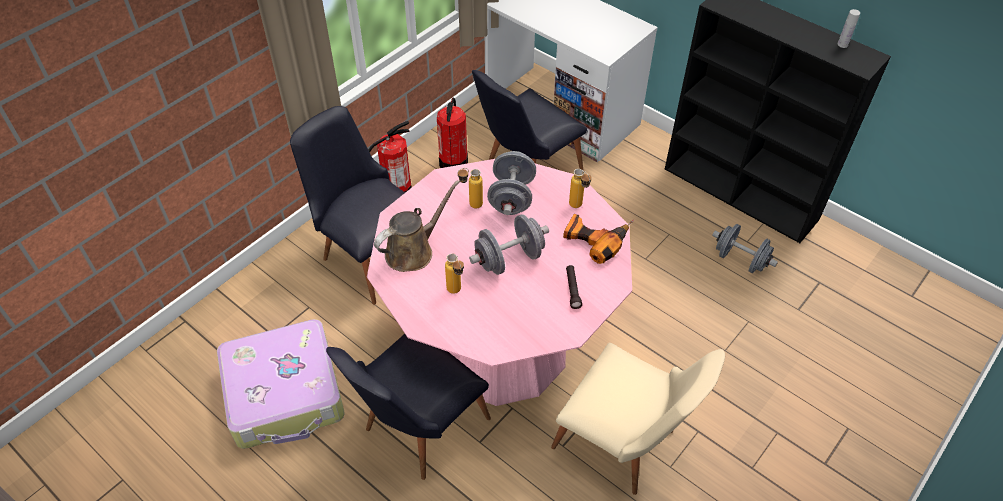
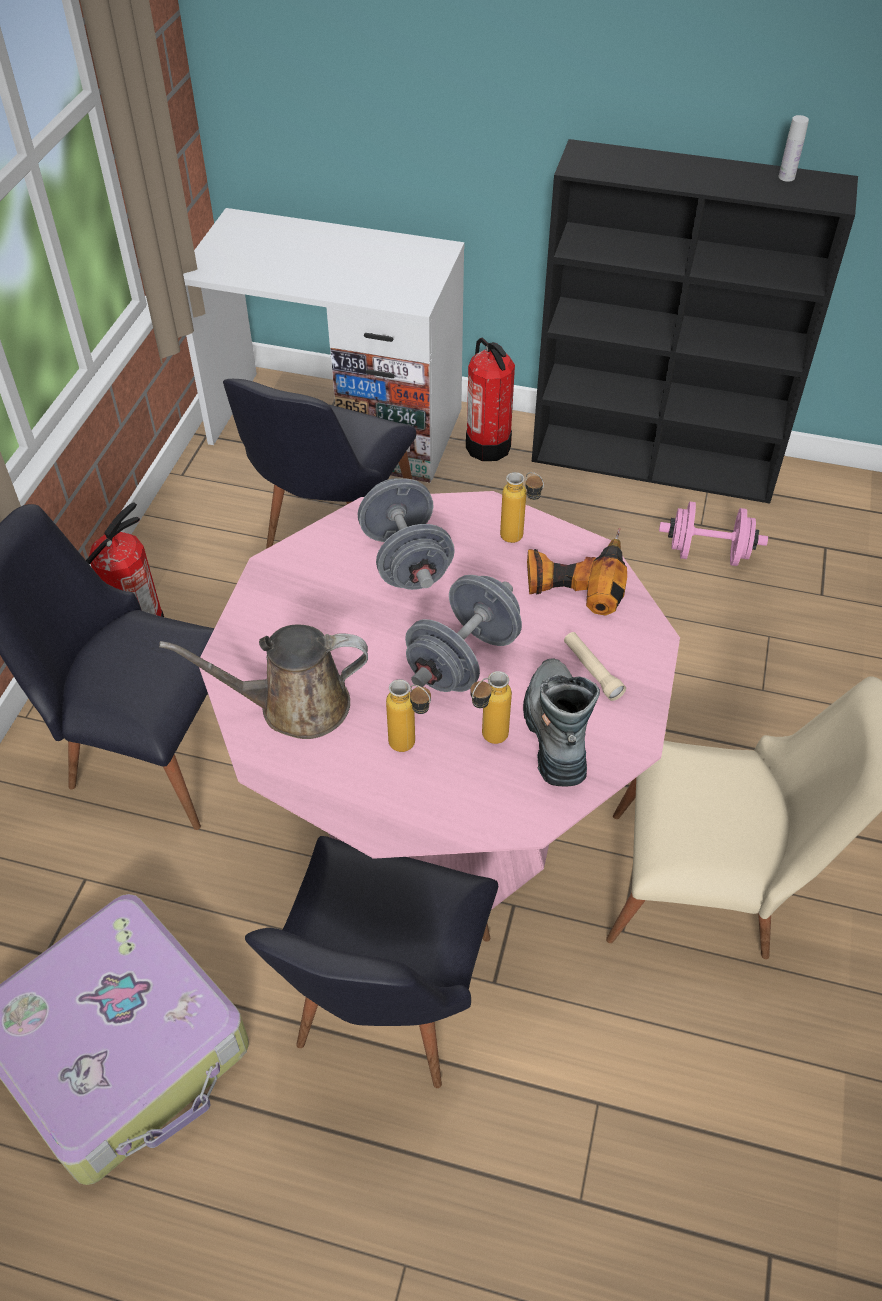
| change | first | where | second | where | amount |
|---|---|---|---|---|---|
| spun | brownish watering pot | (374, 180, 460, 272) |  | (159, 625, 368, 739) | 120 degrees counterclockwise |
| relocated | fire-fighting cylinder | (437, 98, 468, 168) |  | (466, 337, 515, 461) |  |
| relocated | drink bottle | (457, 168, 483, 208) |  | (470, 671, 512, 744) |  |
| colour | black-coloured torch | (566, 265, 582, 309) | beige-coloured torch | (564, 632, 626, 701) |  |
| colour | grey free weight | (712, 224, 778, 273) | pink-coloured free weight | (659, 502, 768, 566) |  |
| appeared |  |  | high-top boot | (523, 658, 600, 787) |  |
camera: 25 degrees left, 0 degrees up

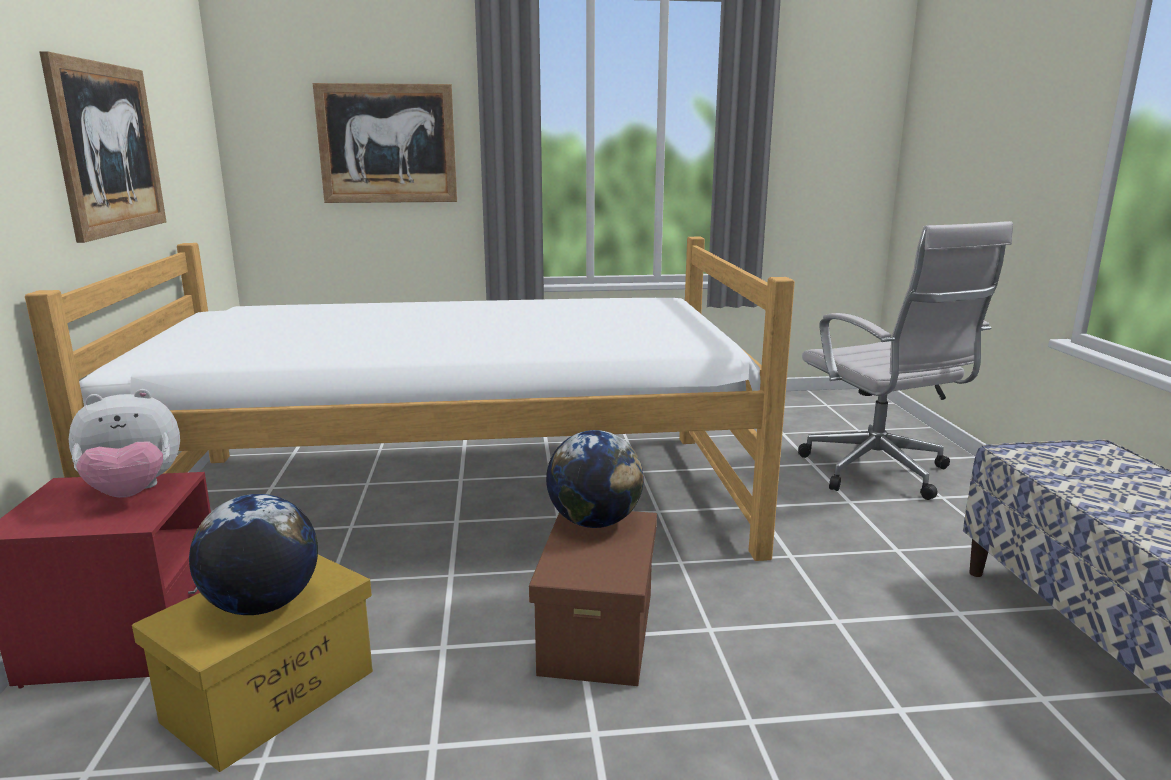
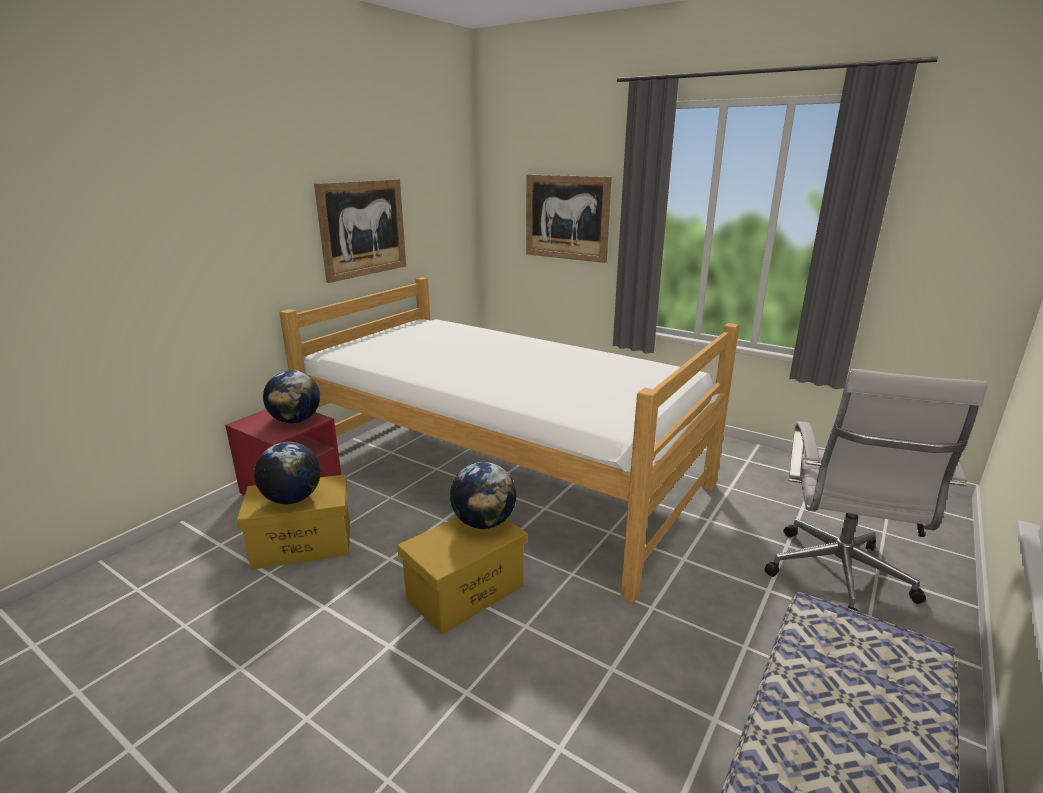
| change | first | where | second | where | amount |
|---|---|---|---|---|---|
| exchanged | plush toy | (69, 389, 180, 498) | world globe | (263, 370, 320, 423) |  |
| colour | brownish storage container | (529, 511, 657, 686) | yellow-coloured storage container | (397, 517, 528, 635) |  |
camera: 40 degrees right, 5 degrees up

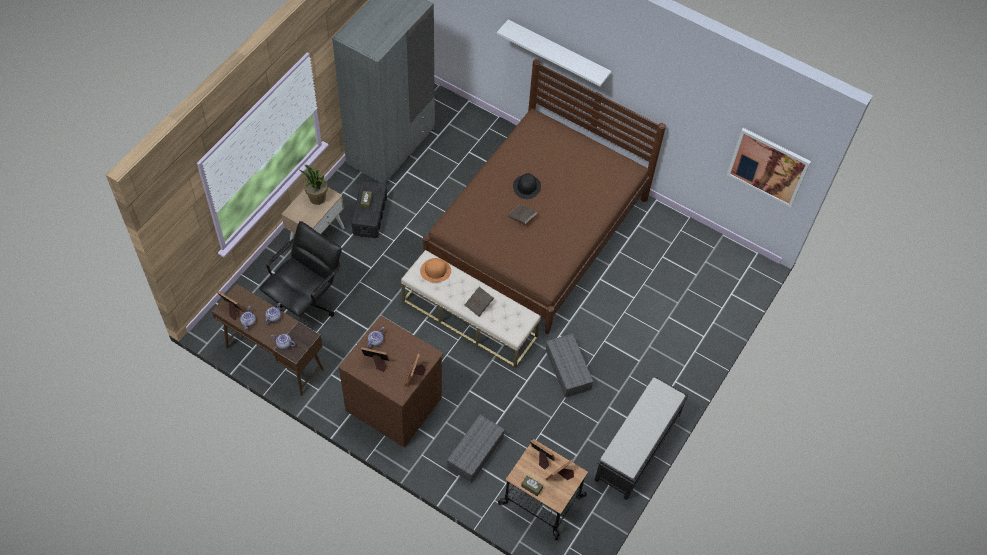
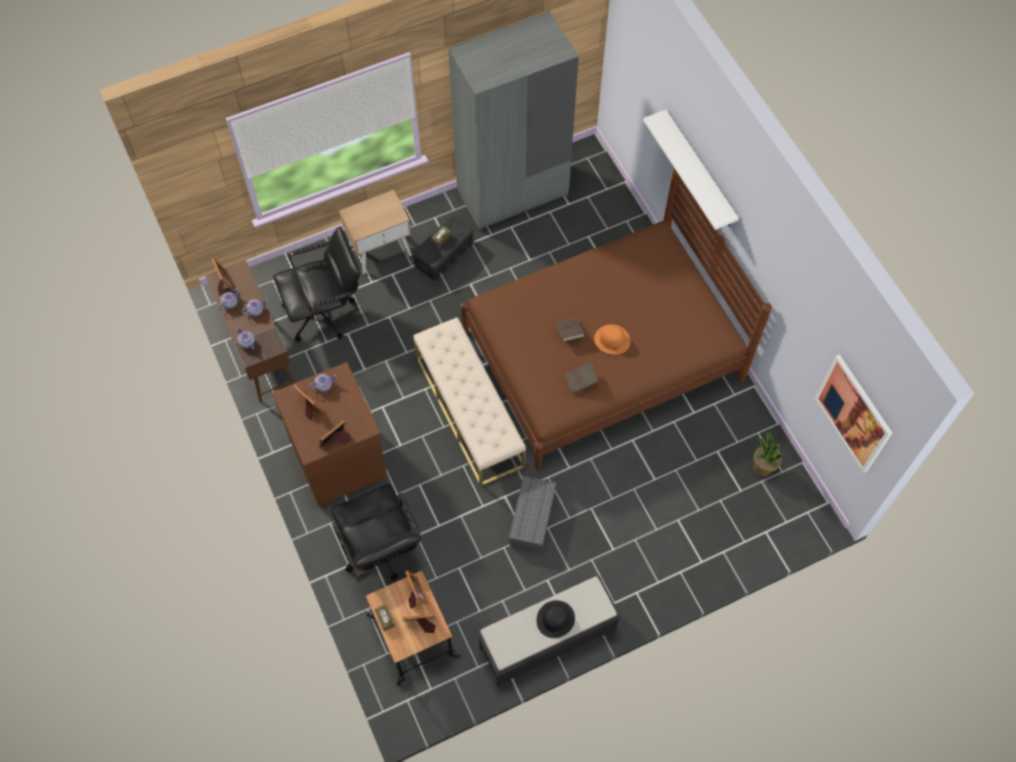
| change | first | where | second | where | amount |
|---|---|---|---|---|---|
| relocated | plant in a pot | (300, 165, 328, 205) |  | (753, 432, 784, 476) |  |
| relocated | orange-coloured wearable hat | (420, 258, 451, 282) |  | (594, 324, 630, 355) |  |
| exchanged | grey storage container | (447, 415, 505, 483) | black-coloured desk chair | (331, 484, 421, 580) |  |
| relocated | brownish volume | (465, 287, 494, 317) |  | (565, 362, 598, 394) |  |
| relocated | black-coloured wearable hat | (513, 173, 541, 199) |  | (536, 600, 575, 638) |  |
camera: 35 degrees right, 5 degrees up

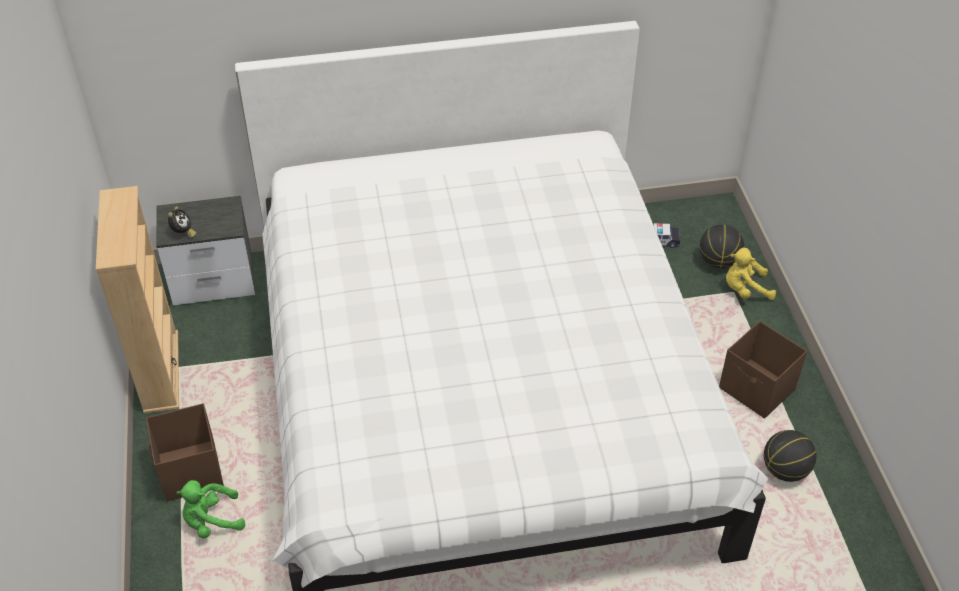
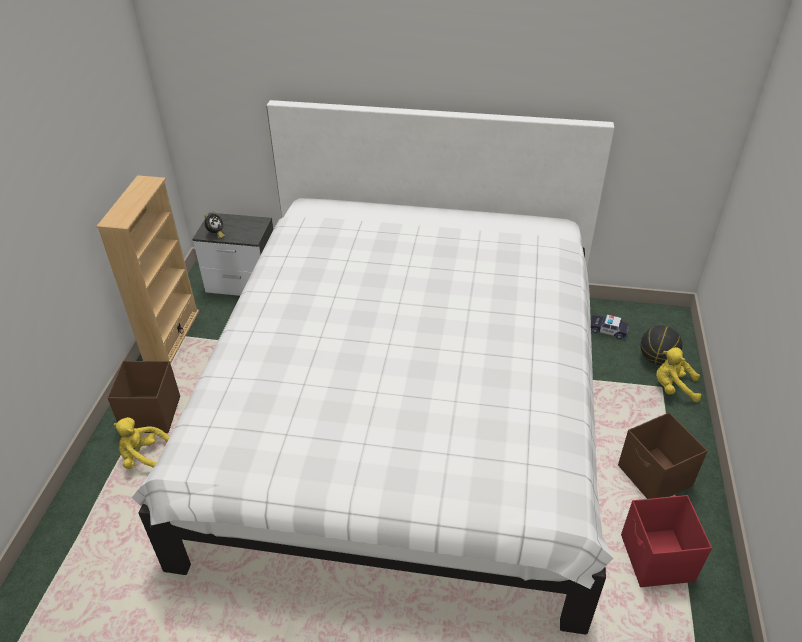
| change | first | where | second | where | amount |
|---|---|---|---|---|---|
| colour | green-coloured plush toy | (176, 480, 245, 539) | yellow-coloured plush toy | (114, 417, 170, 469) |  |
| exchanged | basketball ball | (764, 430, 816, 482) | red storage container | (621, 495, 712, 587) |  |
camera: 20 degrees right, 5 degrees down

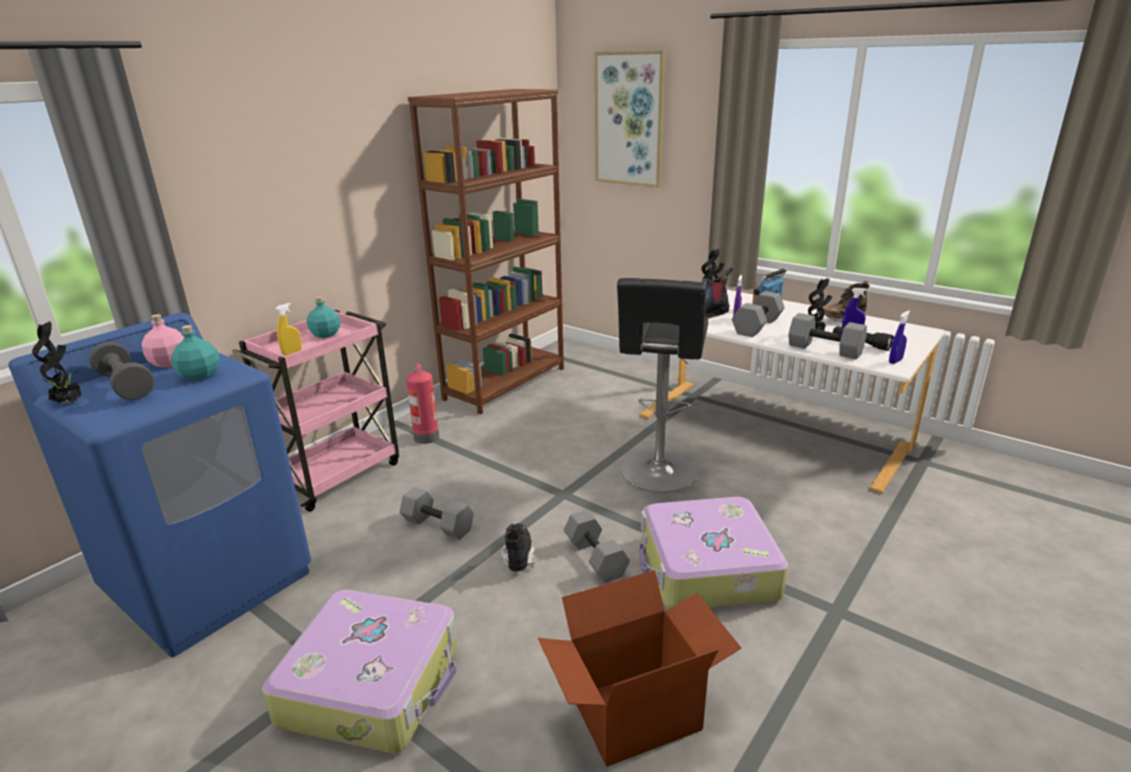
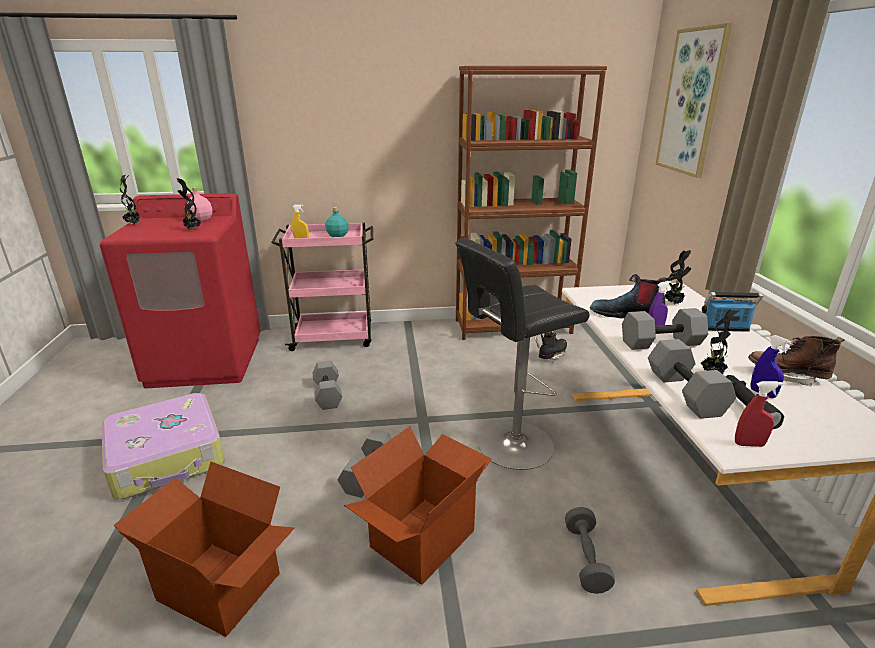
| change | first | where | second | where | amount |
|---|---|---|---|---|---|
| colour | bluish laundry appliance | (8, 313, 311, 657) | red laundry appliance | (100, 193, 261, 388) |  |
| relocated | grey free weight | (89, 341, 154, 400) |  | (565, 507, 615, 594) |  |
| exchanged | turquoise drink bottle | (171, 325, 219, 381) | plant in a pot | (177, 178, 200, 229) |  |
| missing | fire-fighting cylinder | (406, 363, 439, 444) |  |  |  |
| relocated | black-coloured high-top boot | (502, 523, 534, 571) |  | (539, 331, 567, 362) |  |
| exchanged | piece of luggage | (639, 497, 788, 609) | packing box | (344, 426, 492, 585) |  |
| colour | bluish hand sprayer | (889, 311, 910, 364) | red hand sprayer | (735, 381, 783, 447) |  |
camera: 45 degrees right, 0 degrees up

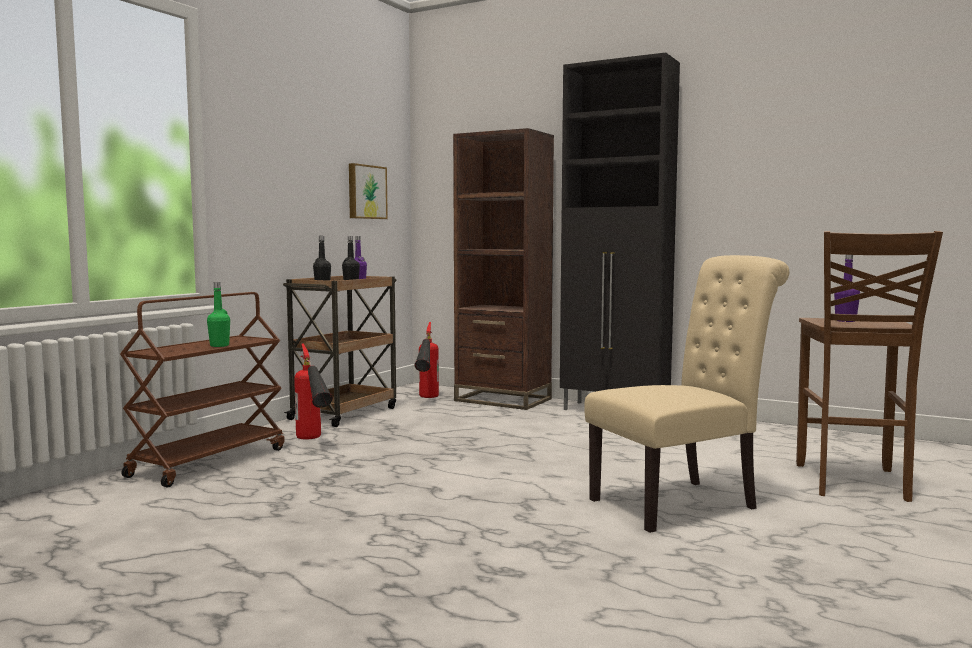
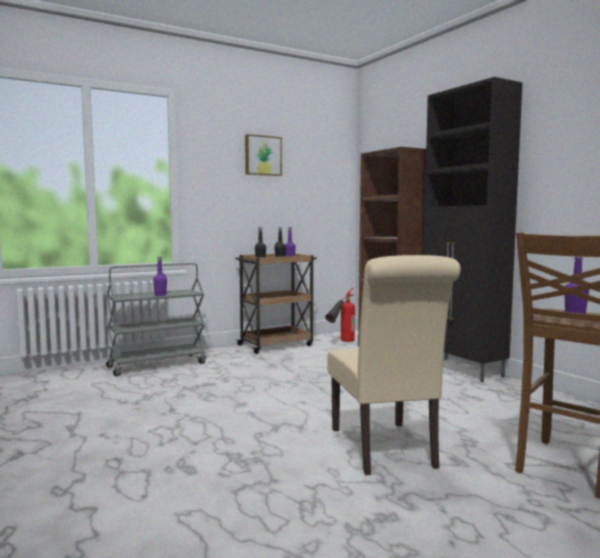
| change | first | where | second | where | amount |
|---|---|---|---|---|---|
| colour | brownish cart | (120, 292, 284, 487) | grey cart | (106, 263, 206, 376) |  |
| colour | green-coloured drink bottle | (207, 282, 230, 347) | purplish drink bottle | (153, 257, 167, 296) |  |
| missing | fire-fighting cylinder | (294, 344, 333, 439) |  |  |  |
| relocated | picture | (349, 163, 388, 219) |  | (245, 134, 282, 176) |  |
| spun | beige-coloured upright chair | (584, 255, 789, 533) |  | (327, 255, 461, 475) | 75 degrees clockwise |
camera: 30 degrees right, 0 degrees up

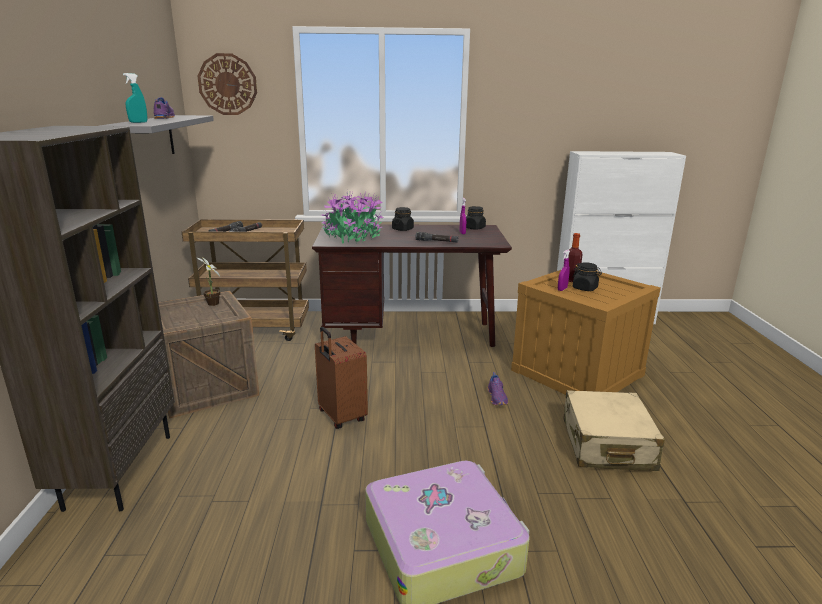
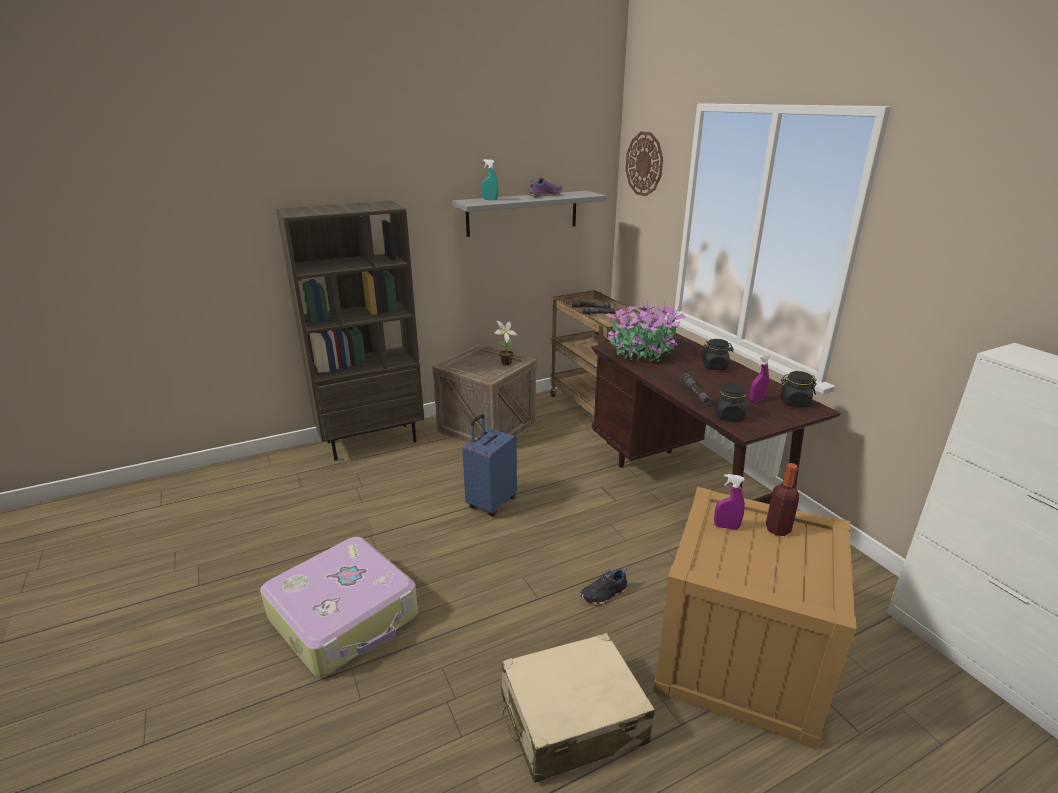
| change | first | where | second | where | amount |
|---|---|---|---|---|---|
| colour | brownish piece of luggage | (315, 327, 368, 429) | bluish piece of luggage | (462, 414, 517, 517) |  |
| colour | purplish item of footwear | (487, 372, 508, 405) | black-coloured item of footwear | (580, 567, 628, 605) |  |
| relocated | black-coloured preserve jar | (572, 262, 602, 291) |  | (715, 383, 746, 421) |  |
camera: 65 degrees right, 5 degrees up

